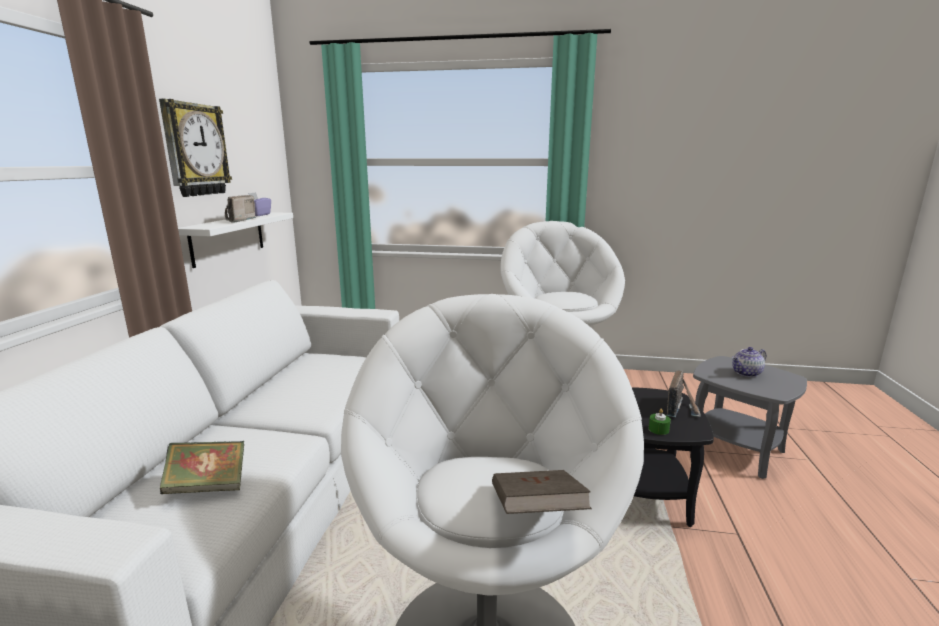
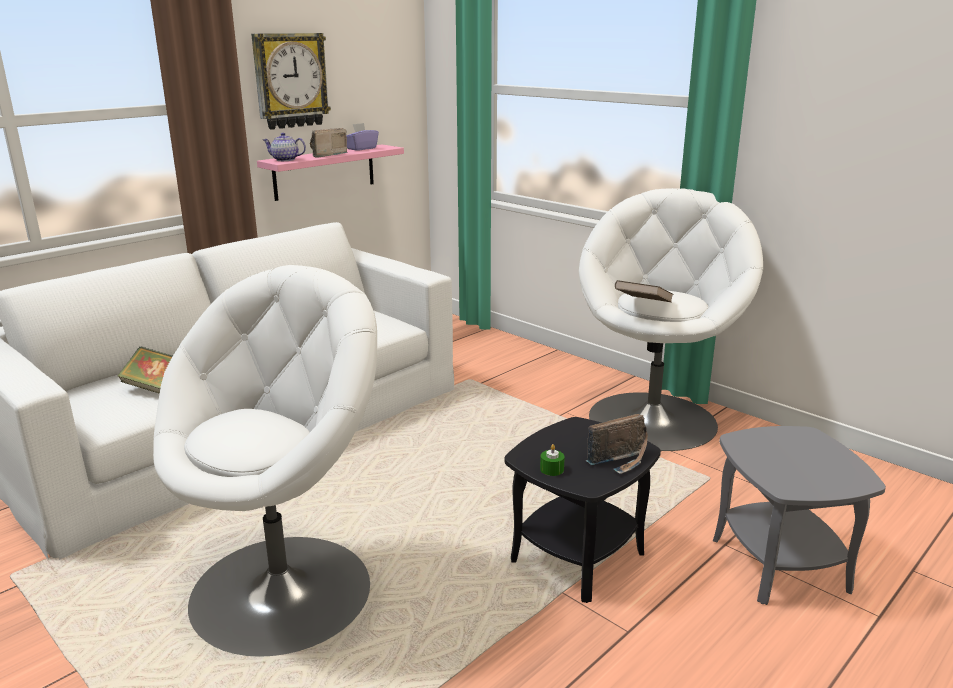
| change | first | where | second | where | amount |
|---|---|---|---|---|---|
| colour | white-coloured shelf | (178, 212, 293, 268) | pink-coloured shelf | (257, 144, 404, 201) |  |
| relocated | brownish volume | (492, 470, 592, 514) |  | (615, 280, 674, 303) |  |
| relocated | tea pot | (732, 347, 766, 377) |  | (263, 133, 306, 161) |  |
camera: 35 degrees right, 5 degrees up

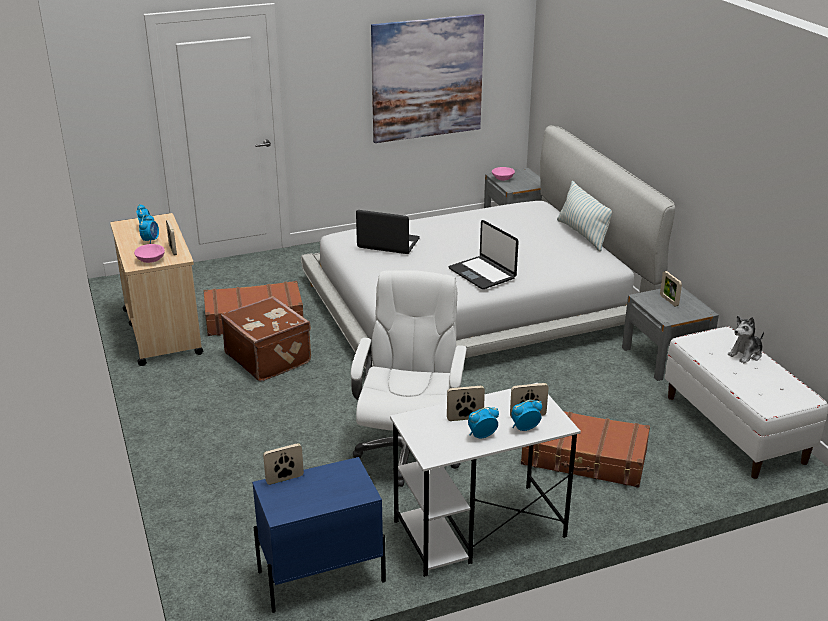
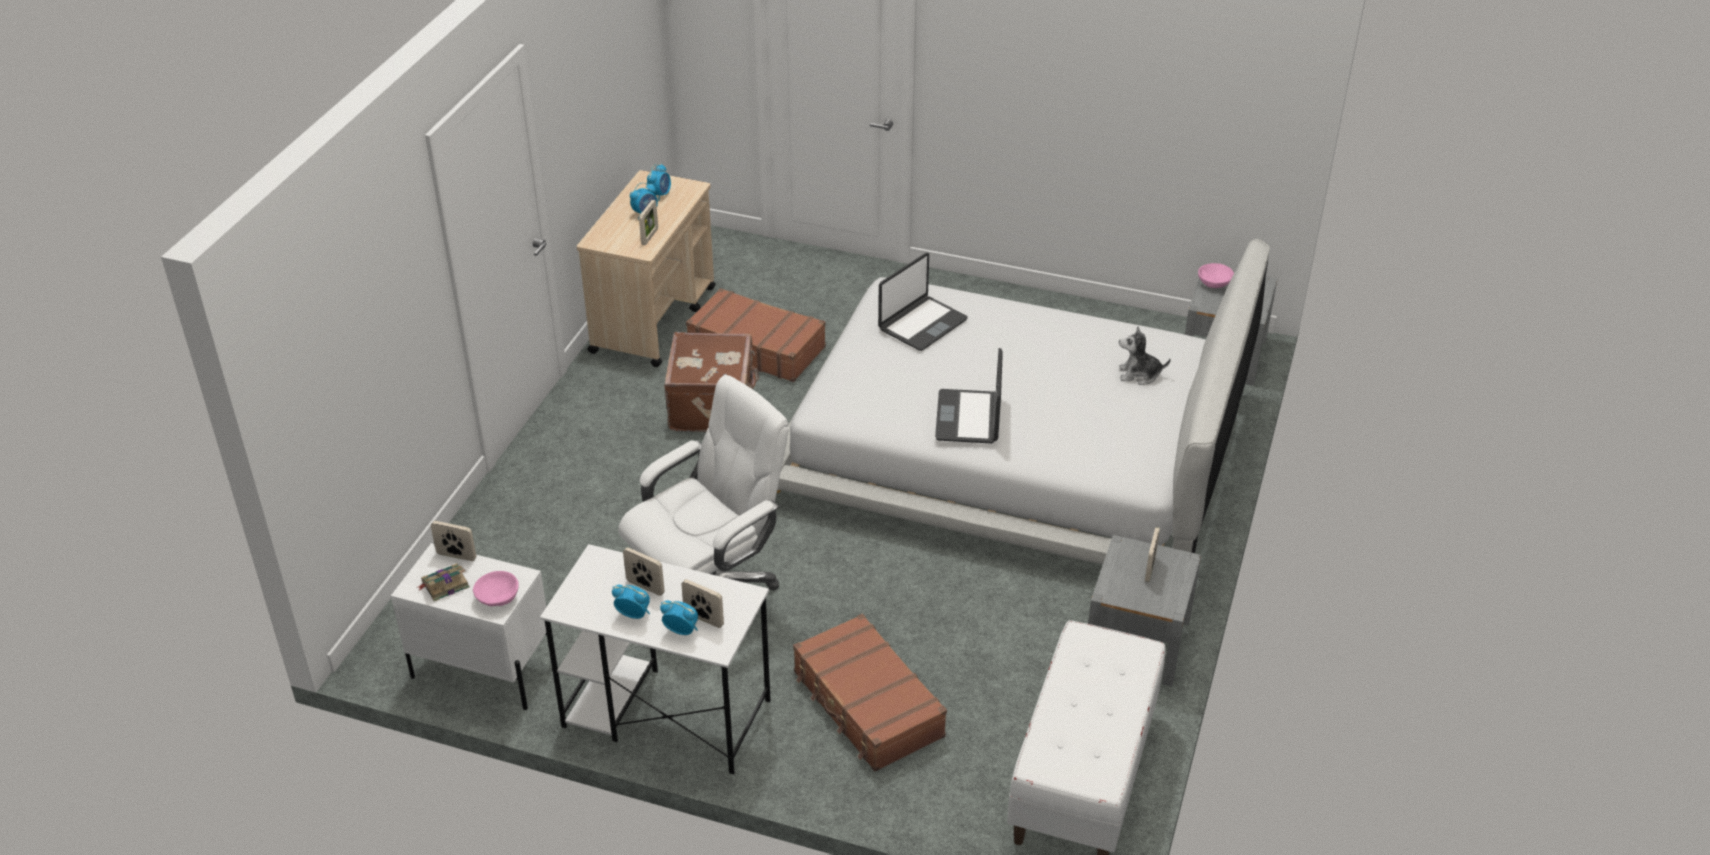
| change | first | where | second | where | amount |
|---|---|---|---|---|---|
| relocated | pink-coloured bowl | (134, 244, 165, 263) |  | (473, 571, 519, 606) |  |
| colour | bluish bedside table | (252, 457, 386, 613) | white-coloured bedside table | (391, 543, 547, 710) |  |
| spun | notebook computer | (356, 210, 420, 254) |  | (878, 253, 968, 351) | 75 degrees clockwise |
| missing | picture | (371, 14, 484, 143) |  |  |  |
| missing | cushion | (557, 181, 612, 251) |  |  |  |
| relocated | plush toy | (728, 315, 764, 363) |  | (1119, 326, 1171, 385) |  |
| appeared |  |  | volume | (417, 563, 470, 601) |  |
camera: 40 degrees right, 10 degrees up

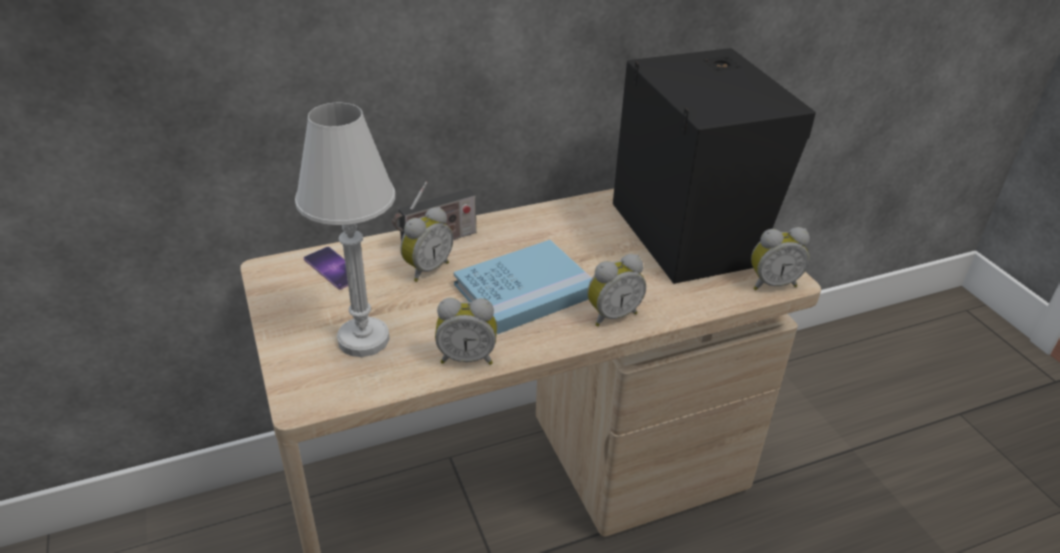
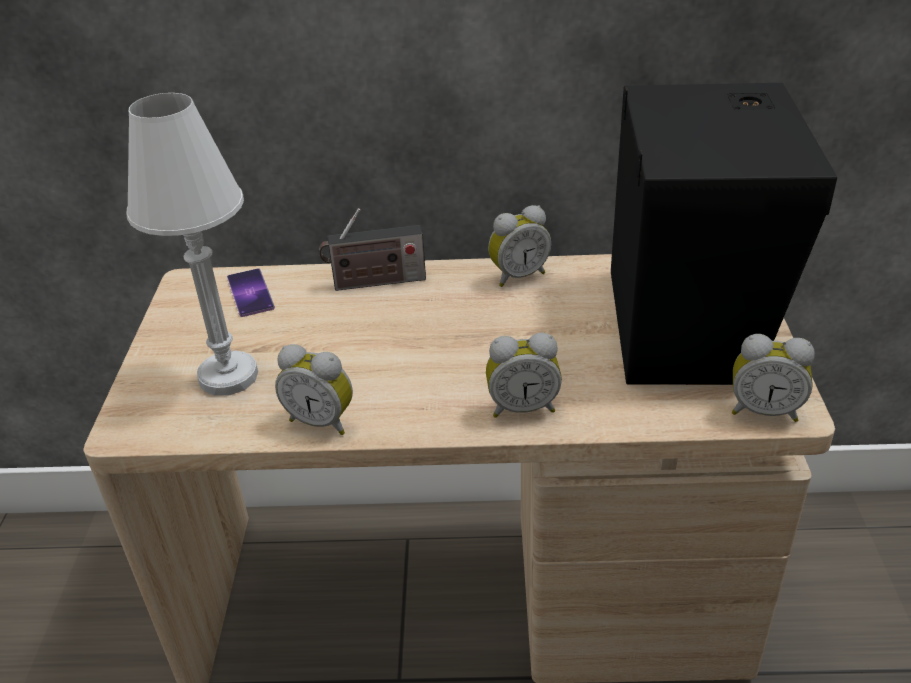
| change | first | where | second | where | amount |
|---|---|---|---|---|---|
| relocated | alarm clock | (400, 207, 453, 282) |  | (488, 205, 551, 287) |  |
| missing | bluish volume | (454, 240, 592, 334) |  |  |  |
camera: 25 degrees right, 0 degrees up

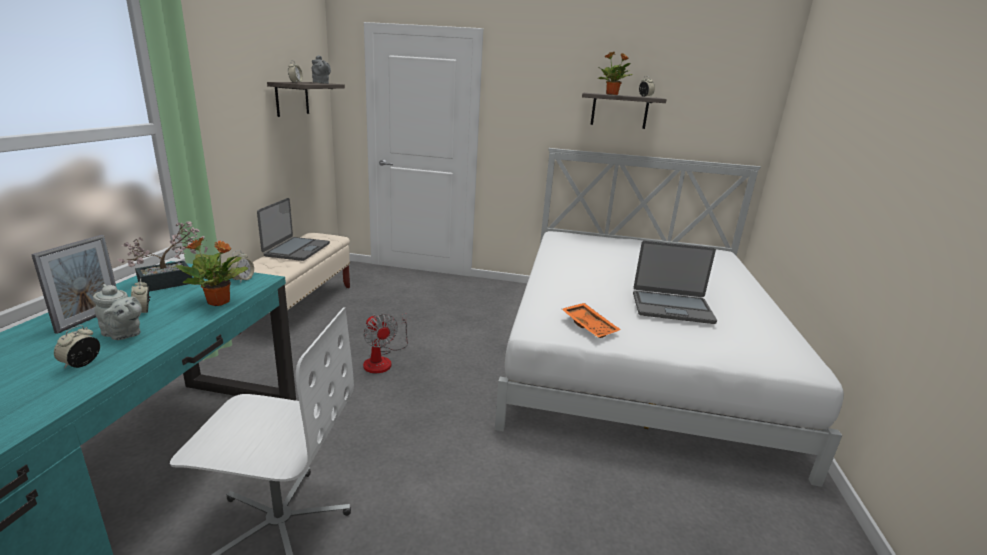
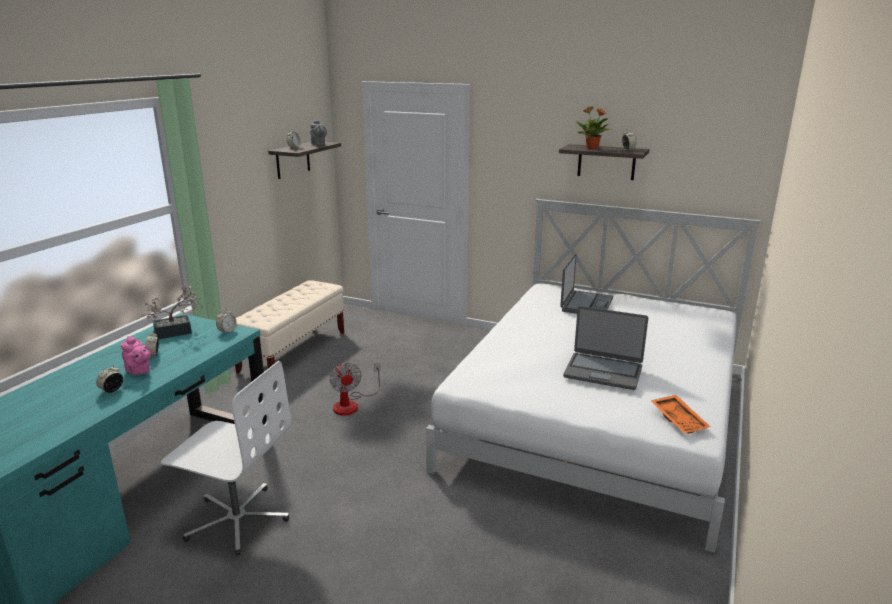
| change | first | where | second | where | amount |
|---|---|---|---|---|---|
| missing | picture frame | (31, 235, 117, 334) |  |  |  |
| colour | grey tea pot | (93, 284, 142, 340) | pink-coloured tea pot | (121, 336, 151, 376) |  |
| missing | plant in a pot | (176, 237, 248, 306) |  |  |  |
| relocated | notebook computer | (257, 198, 330, 261) |  | (560, 253, 613, 314) |  |
| relocated | orange-coloured carrying tray | (562, 303, 621, 338) |  | (651, 395, 711, 434) |  |
camera: 15 degrees right, 0 degrees up

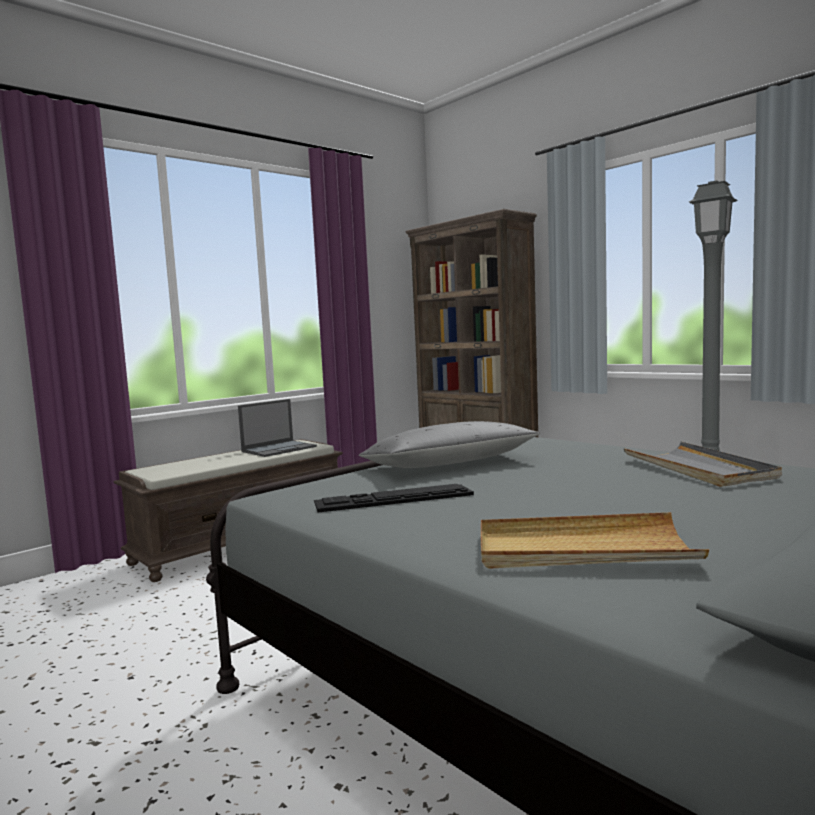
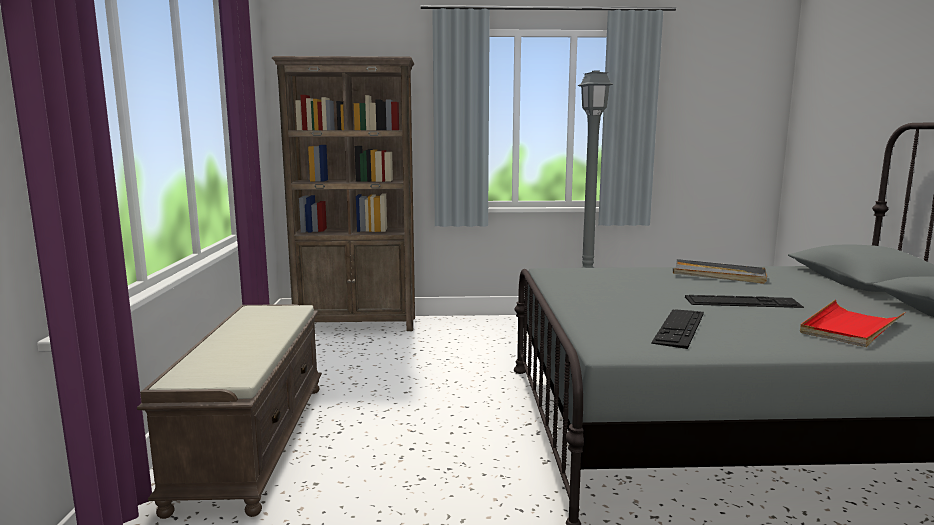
| change | first | where | second | where | amount |
|---|---|---|---|---|---|
| missing | notebook computer | (238, 399, 317, 457) |  |  |  |
| missing | grey cushion | (359, 421, 540, 468) |  |  |  |
| colour | beige-coloured carrying tray | (481, 512, 709, 569) | red carrying tray | (800, 300, 905, 347) |  |
| appeared |  |  | keyboard | (685, 295, 804, 308) |  |
camera: 50 degrees left, 5 degrees up

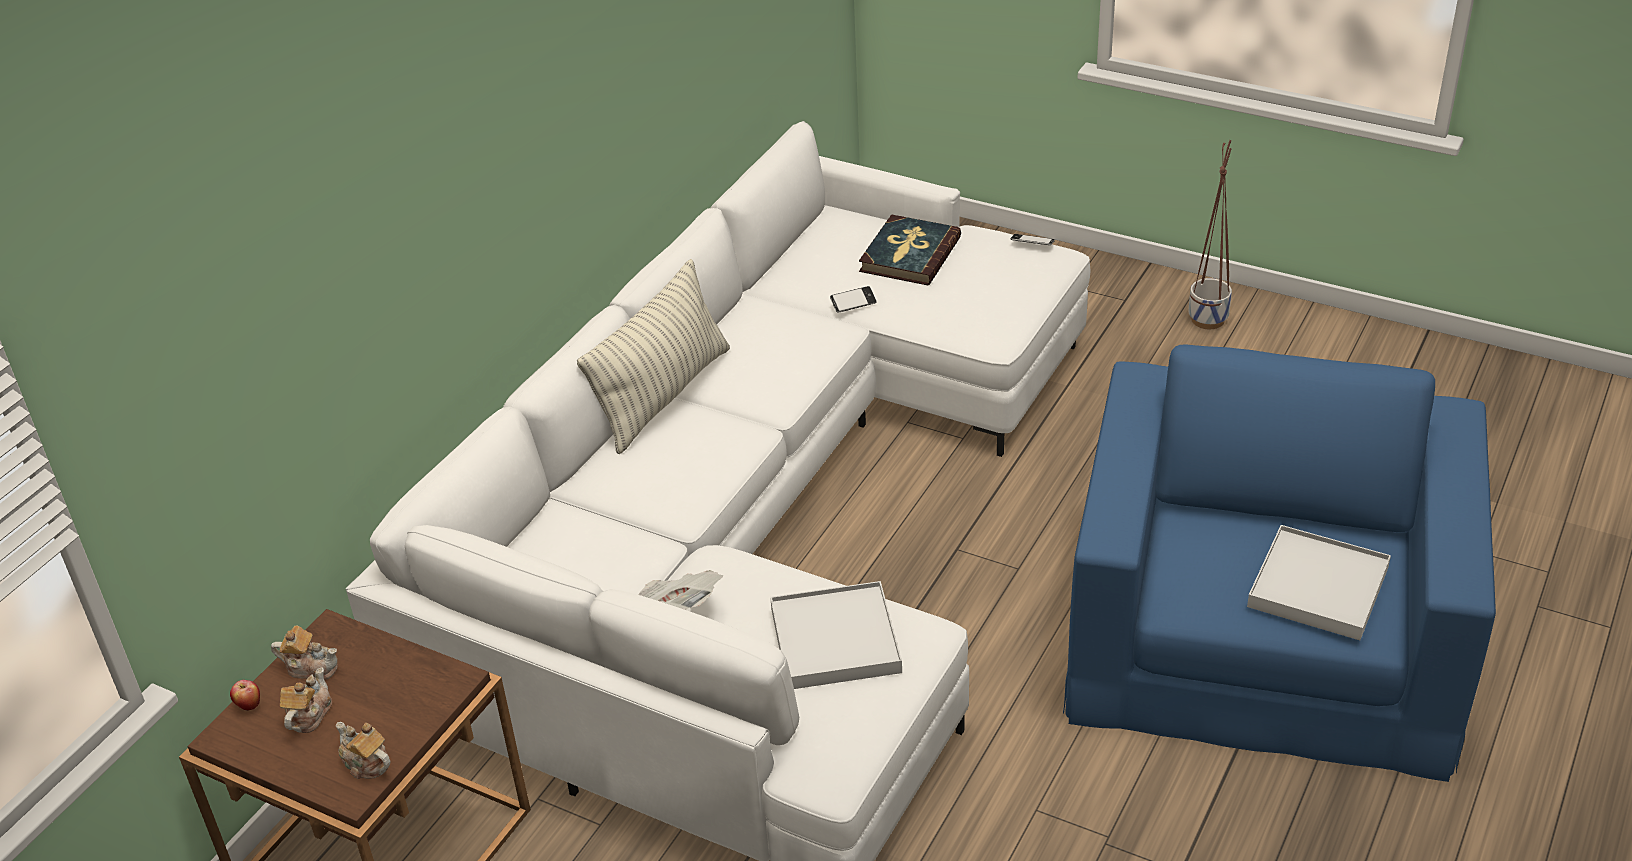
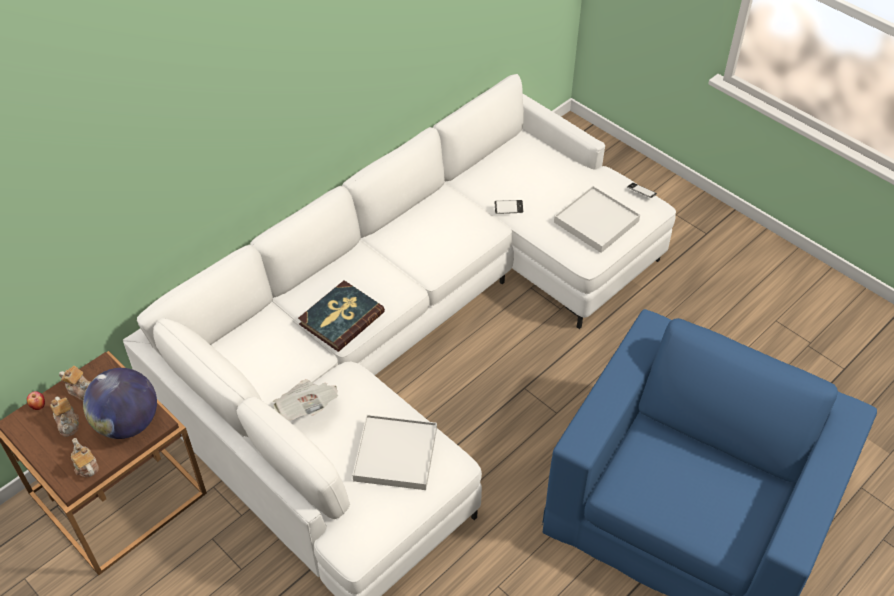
| change | first | where | second | where | amount |
|---|---|---|---|---|---|
| spun | tea pot | (280, 667, 332, 733) |  | (50, 397, 79, 437) | 120 degrees clockwise |
| missing | cushion | (577, 259, 730, 454) |  |  |  |
| relocated | volume | (859, 214, 961, 285) |  | (298, 280, 385, 352) |  |
| missing | flower pot | (1188, 140, 1232, 329) |  |  |  |
| relocated | white-coloured carrying tray | (1247, 525, 1391, 640) |  | (554, 186, 640, 253) |  |
| appeared |  |  | world globe | (83, 368, 157, 439) |  |
camera: 15 degrees right, 10 degrees up

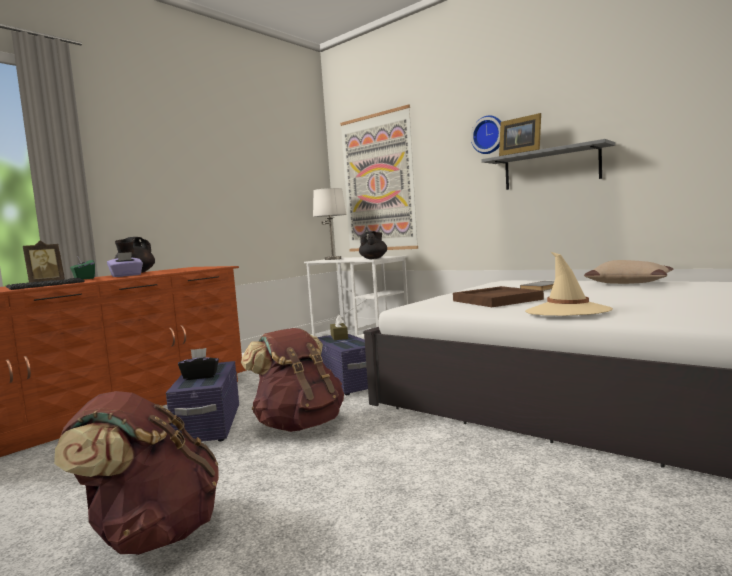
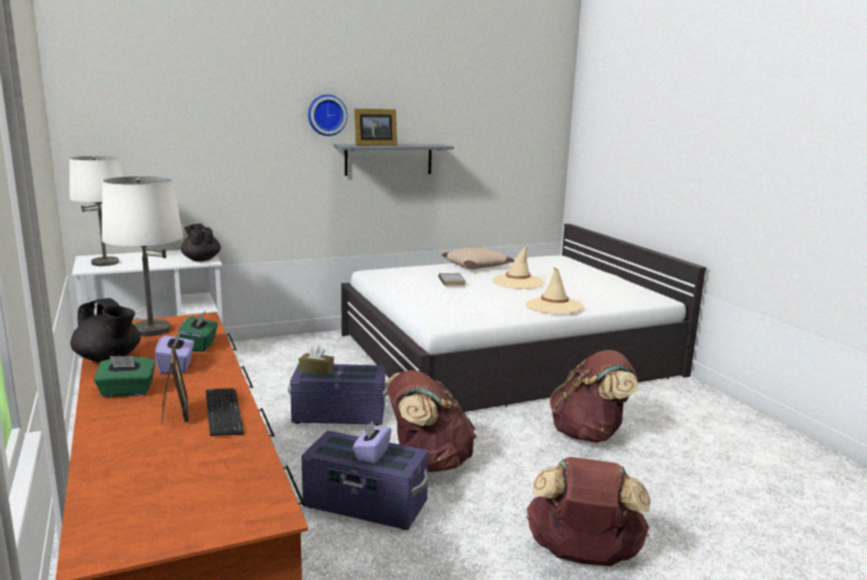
| change | first | where | second | where | amount |
|---|---|---|---|---|---|
| colour | black-coloured tissue holder | (178, 348, 219, 380) | purplish tissue holder | (353, 421, 391, 464) |  |
| missing | picture | (340, 104, 418, 252) |  |  |  |
| missing | brownish carrying tray | (453, 286, 544, 307) |  |  |  |
| appeared |  |  | white-coloured tabletop lamp | (102, 176, 183, 336) |  |
| appeared |  |  | green-coloured tissue holder | (178, 311, 218, 352) |  |
| appeared |  |  | beige-coloured wearable hat | (493, 246, 544, 289) |  |
| appeared |  |  | brownish backpack | (550, 350, 638, 443) |  |
camera: 65 degrees left, 10 degrees up

